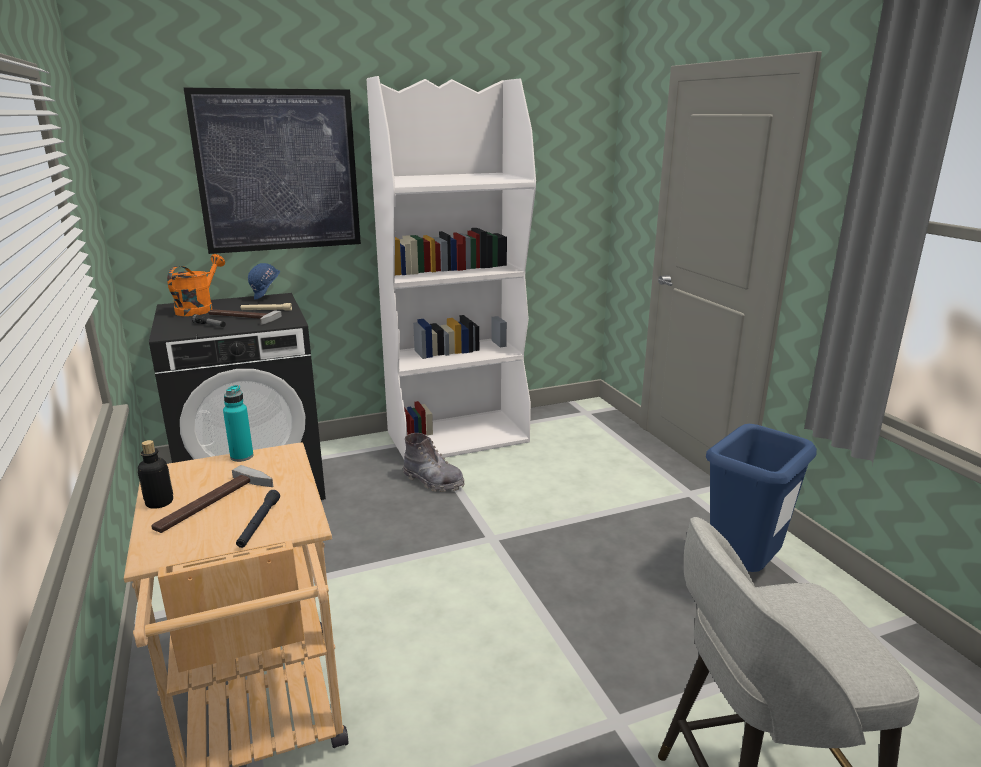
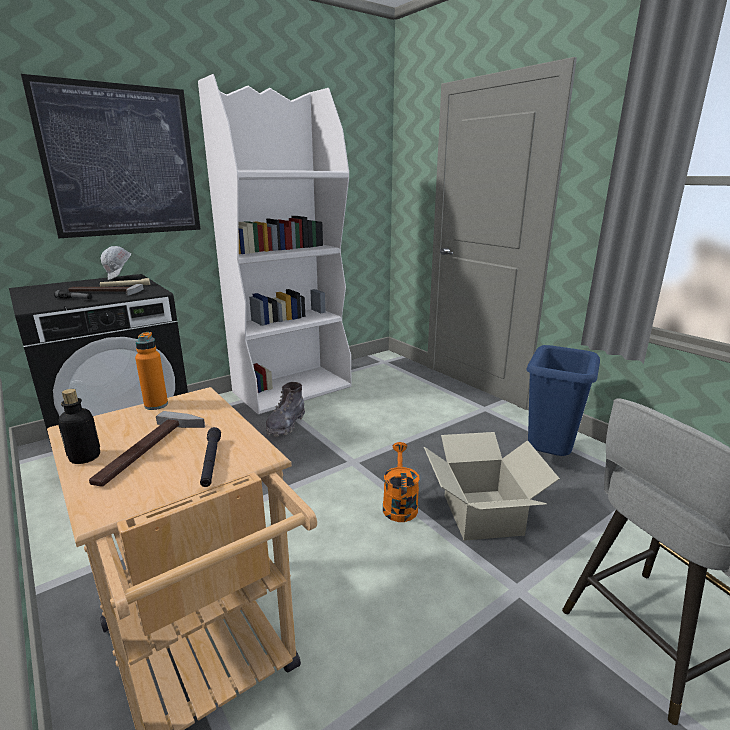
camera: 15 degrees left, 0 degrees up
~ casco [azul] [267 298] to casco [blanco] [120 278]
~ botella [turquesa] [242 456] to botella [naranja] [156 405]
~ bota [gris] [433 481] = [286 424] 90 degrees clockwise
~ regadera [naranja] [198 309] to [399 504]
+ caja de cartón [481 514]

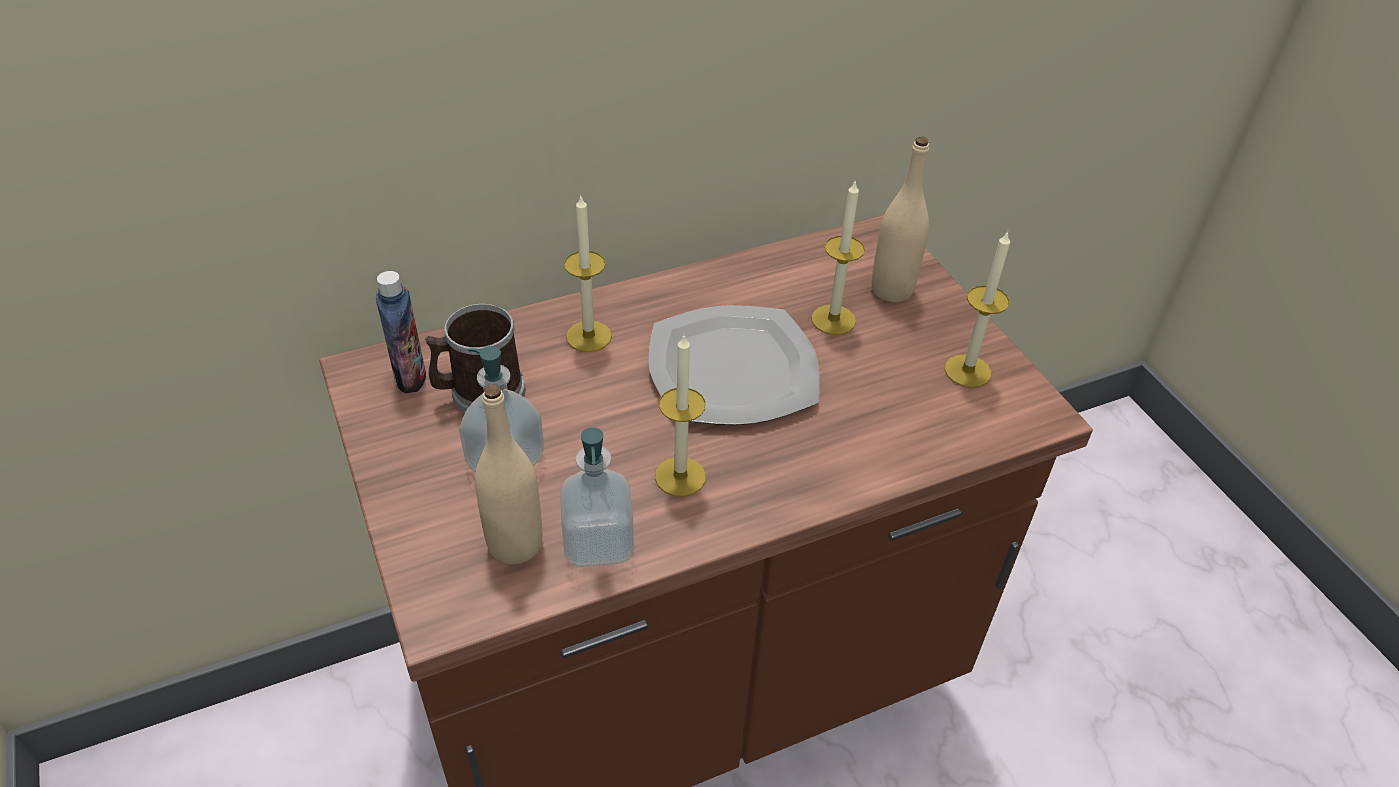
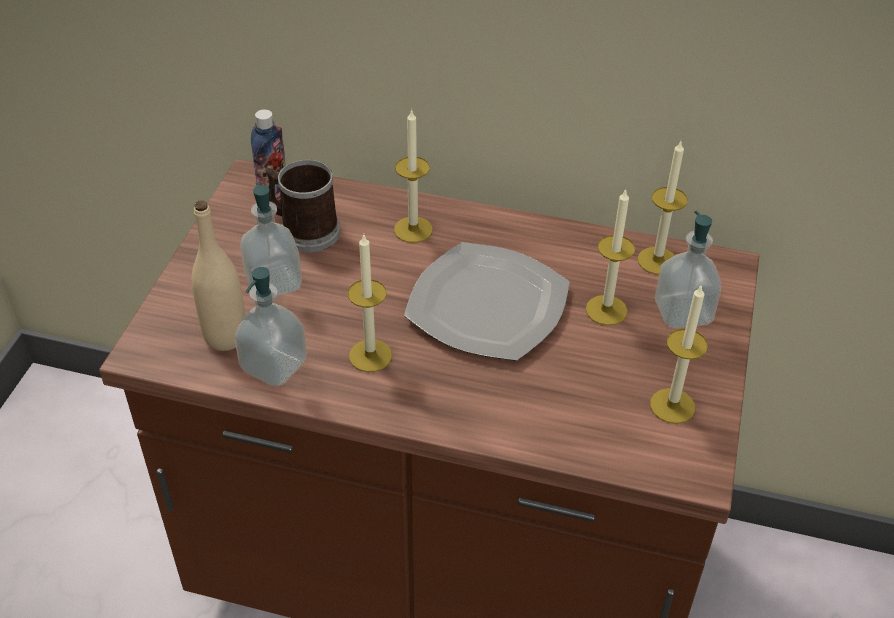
camera: 40 degrees right, 0 degrees up
+ vela [657 261]
~ botella [beis] [892 290] to dispensador de jabón [682 312]

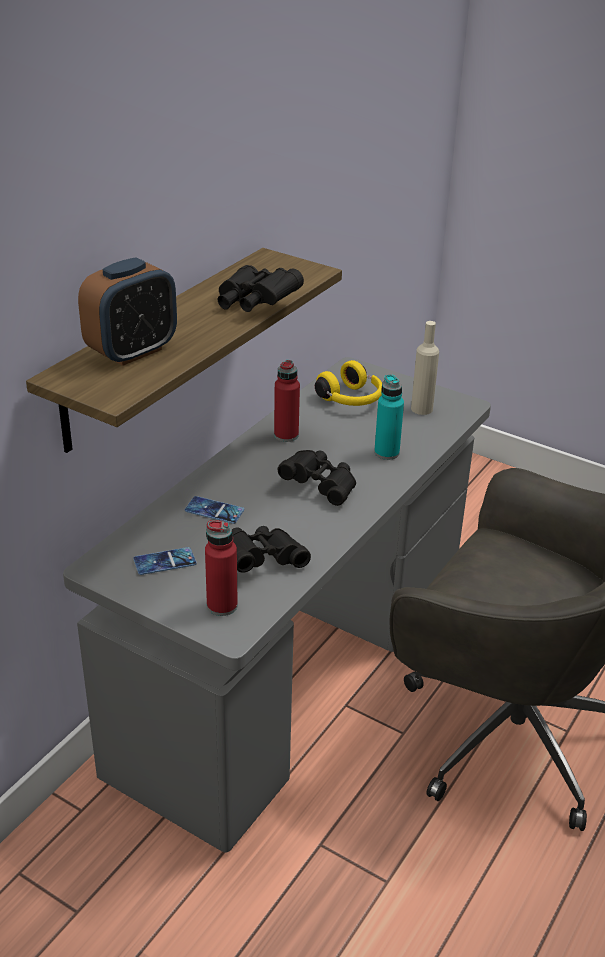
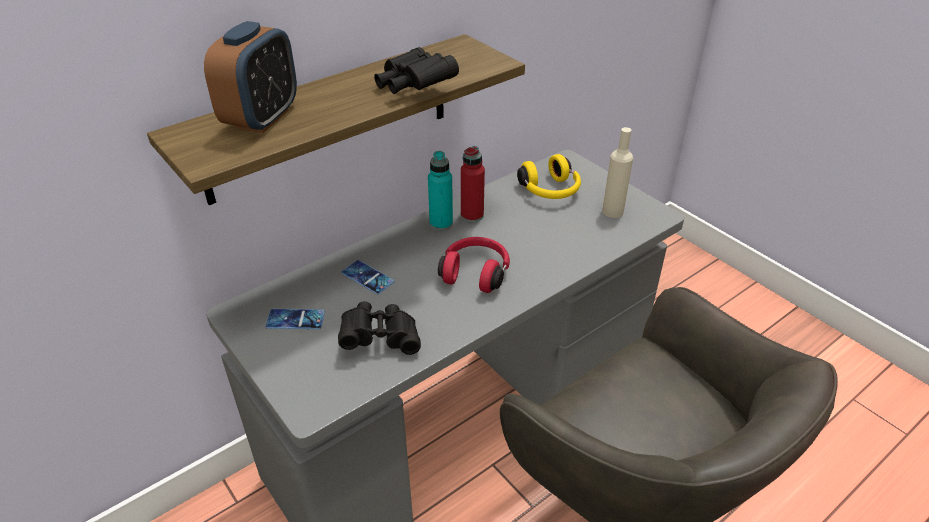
camera: 20 degrees right, 5 degrees up
~ despertador [132 352] = [262 119] 45 degrees counterclockwise
~ botella [turquesa] [386 453] to [441 223]
~ prismáticos [negro] [320 486] to auriculares [rojo] [476 273]
- botella [rojo] [222 606]

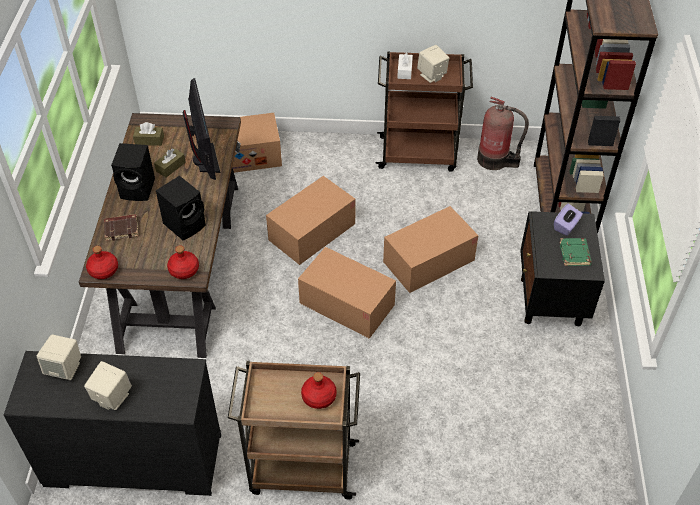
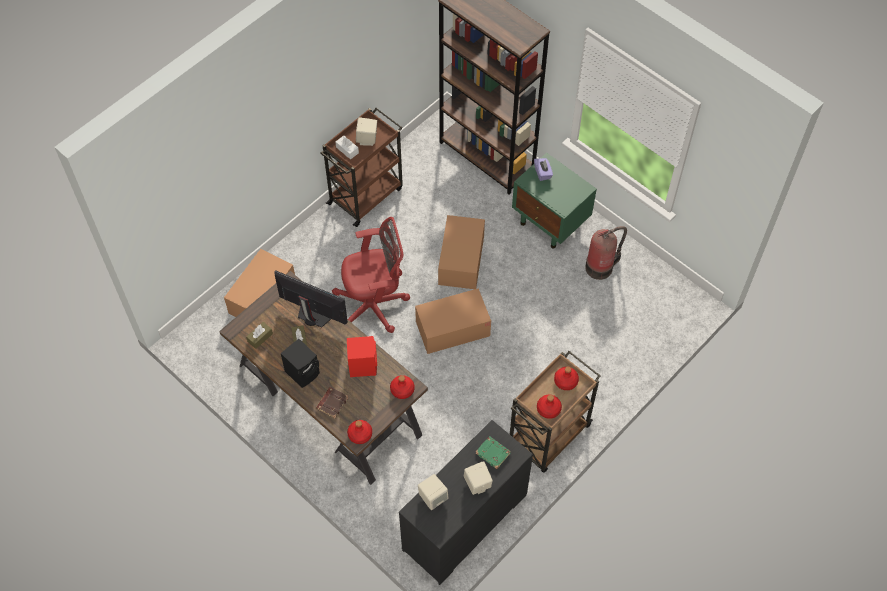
camera: 50 degrees left, 10 degrees up
~ caja de cartón [312 232] to silla de oficina [rojo] [374 305]
~ altavoz [negro] [186 224] to altavoz [rojo] [363 365]
~ libro [verde] [575 254] to [493 453]
~ mesita de noche [negro] [550 302] to mesita de noche [verde] [551 224]
+ botella [rojo] [548 409]
~ extintor [495 160] to [601 267]

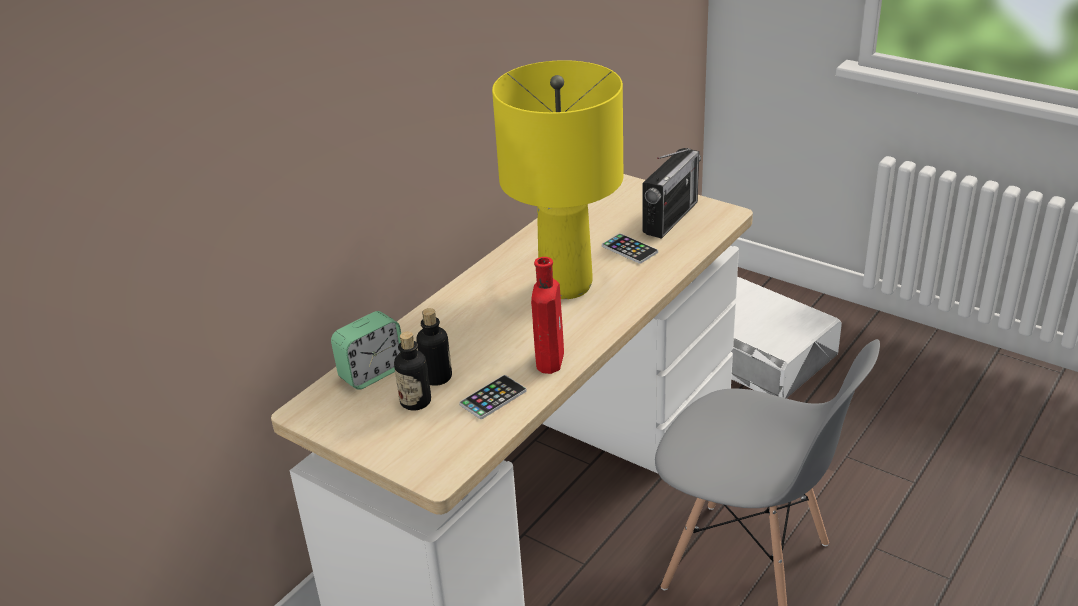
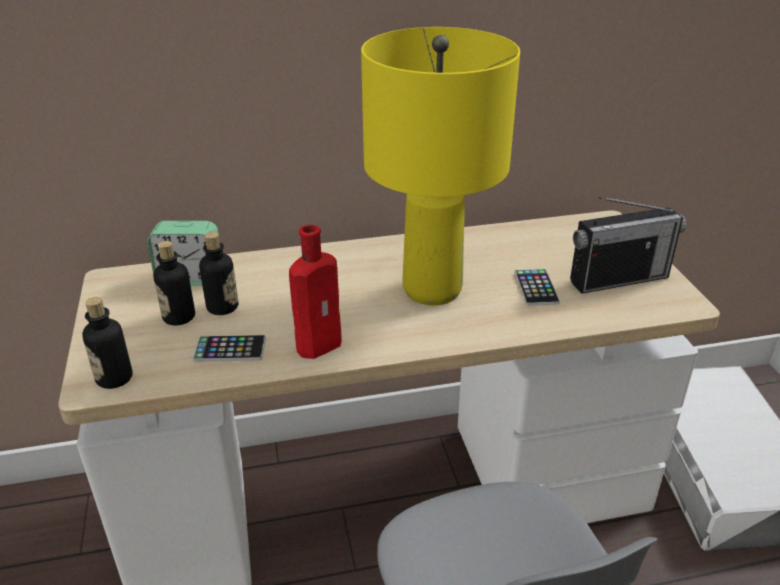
camera: 40 degrees right, 0 degrees up
+ botella [114 378]

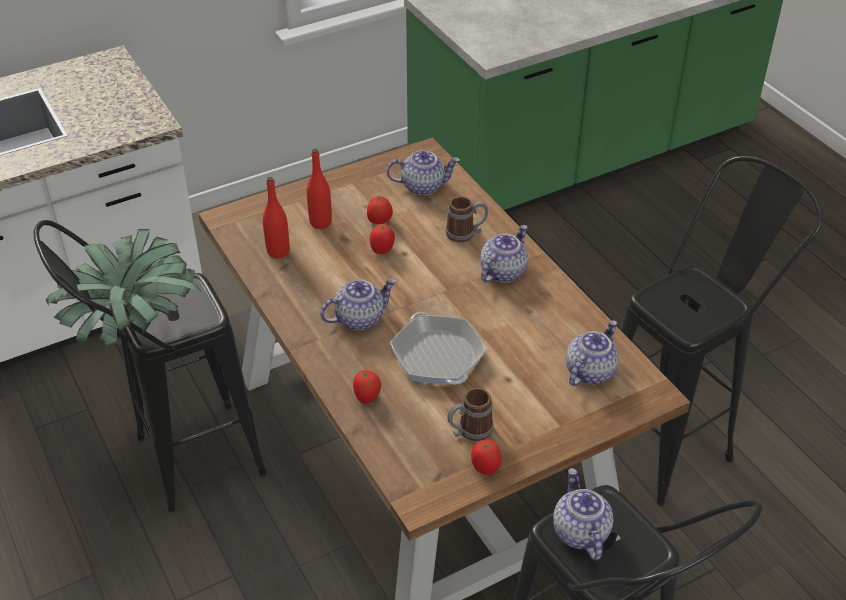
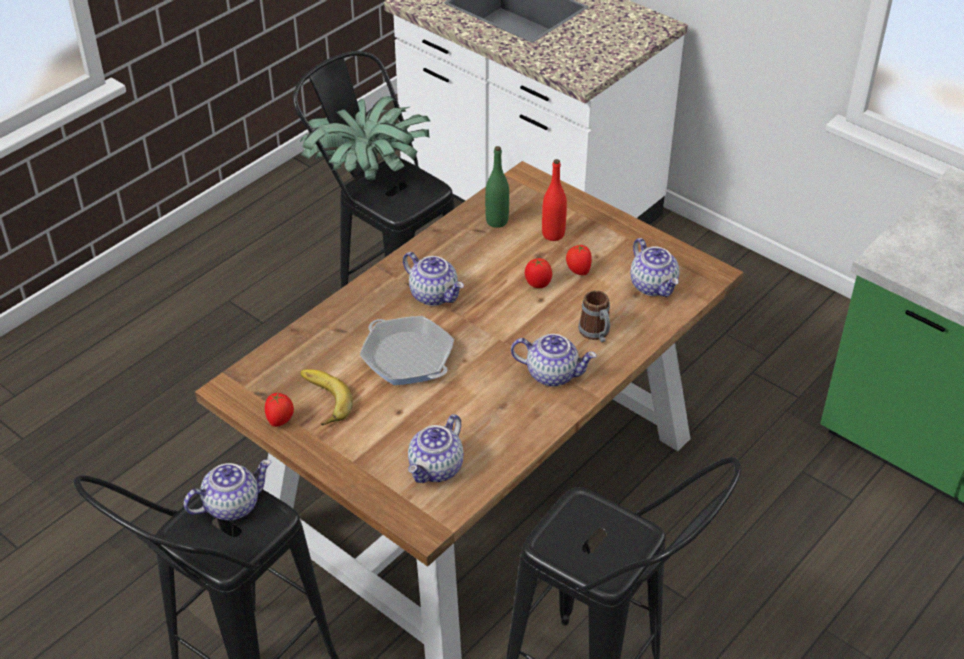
camera: 70 degrees right, 0 degrees up
~ taza grande [469 431] to plátano [321 401]
~ sartén [437 356] = [407 357] 90 degrees counterclockwise
~ tetera [590 371] = [436 469] 105 degrees clockwise
~ botella [rojo] [278 251] to botella [verde] [497 221]
- tomate [367 398]

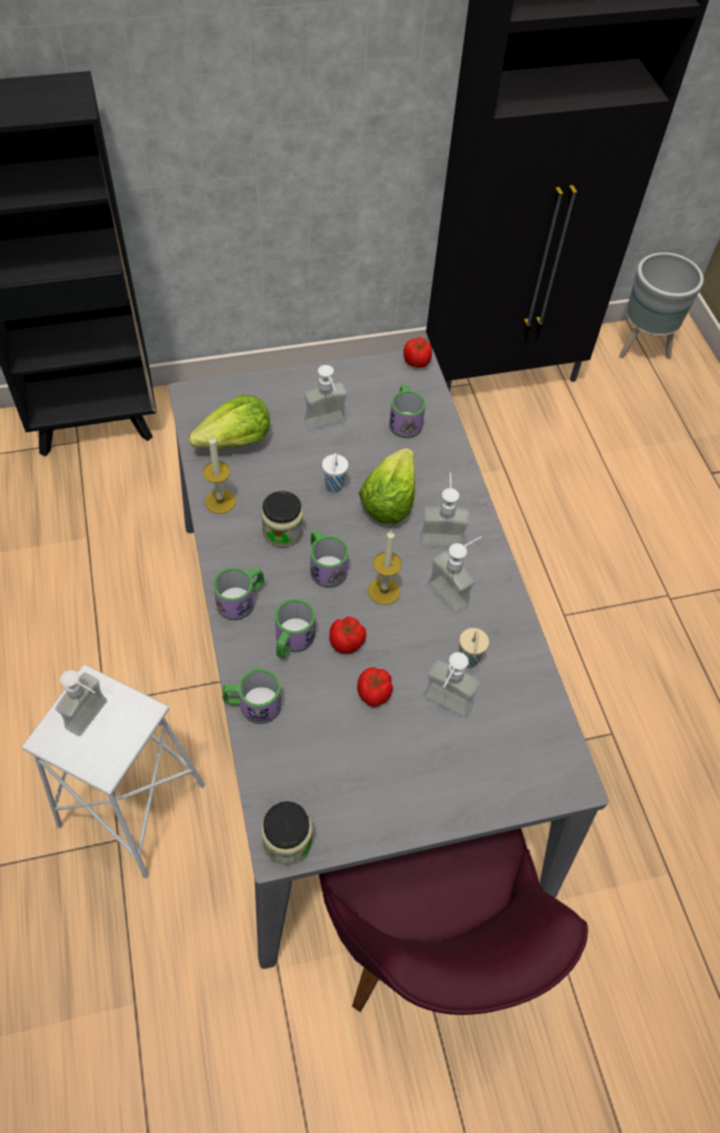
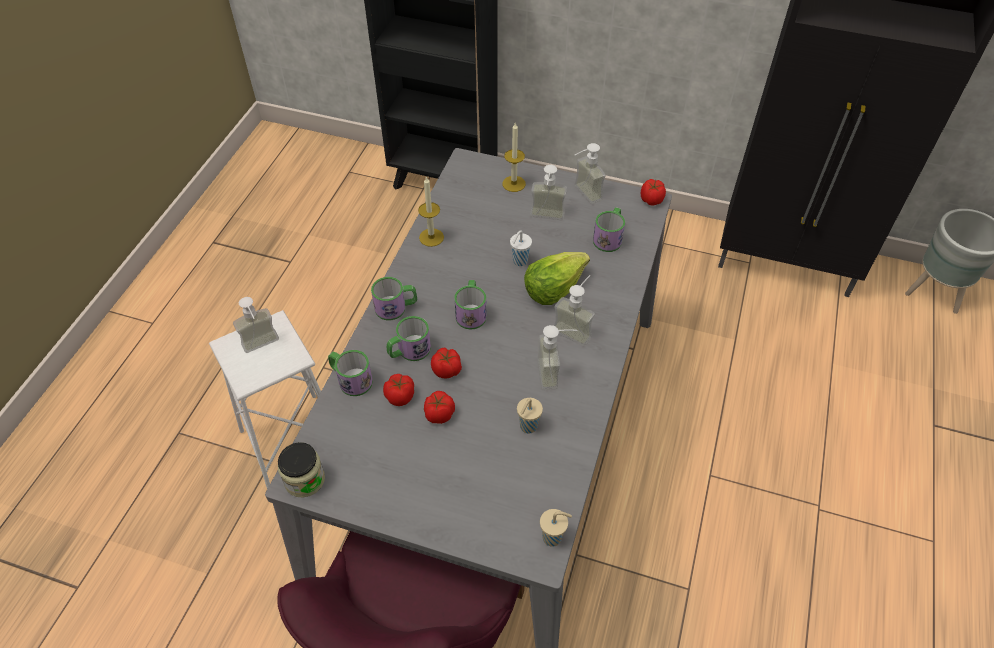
camera: 35 degrees right, 5 degrees down
+ tomate [401 396]
~ vela [384 591] to [514 184]
+ taza [beis] [553 537]
~ dispensador de jabón [443 708] to [582 195]
- lechuga [235 442]
- tarro [283 531]

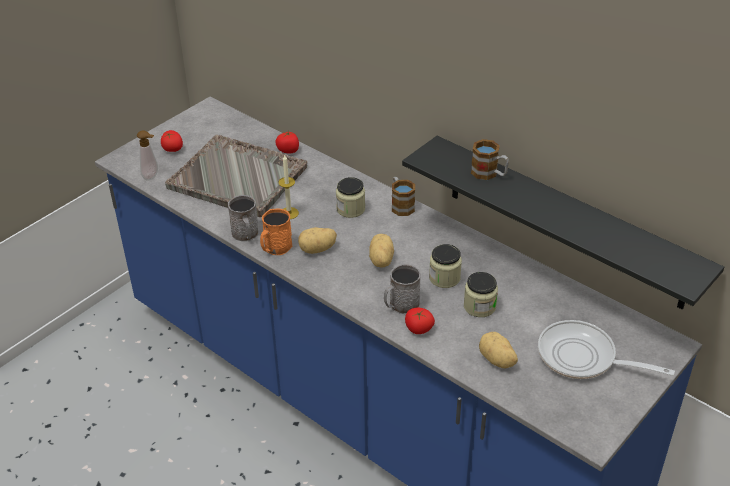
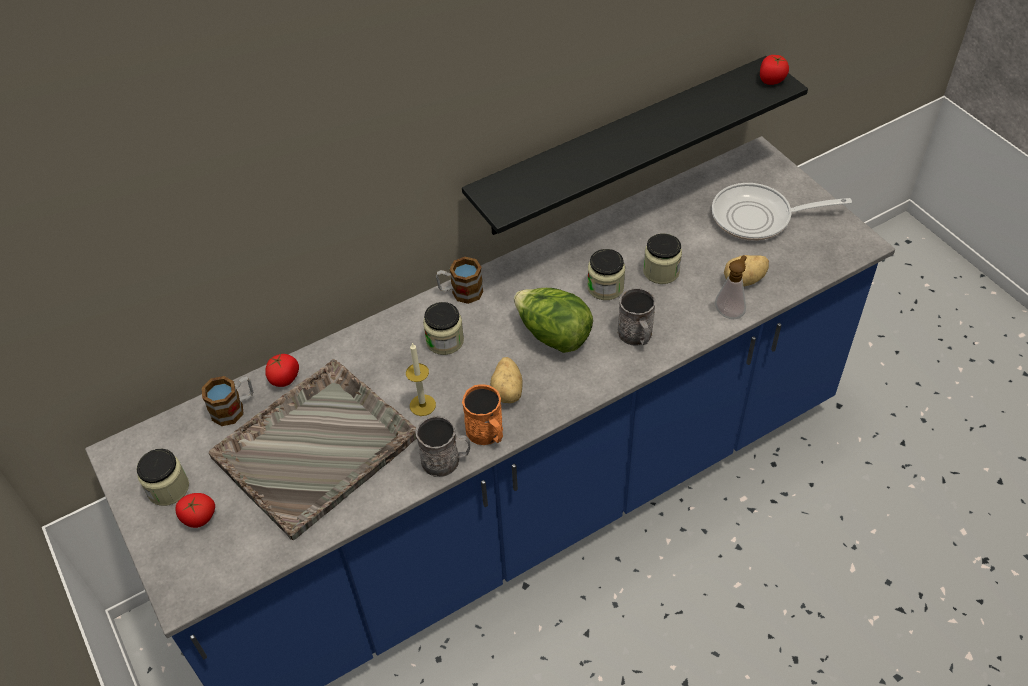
camera: 70 degrees left, 10 degrees up
+ tarro [168 488]
~ taza grande [489 174] to [234 408]
~ patata [380 260] to lechuga [553 335]
~ sartén [583 358] = [758 218] 45 degrees clockwise
~ dispensador de jabón [152 177] to [730 312]
~ tomate [418 329] to [771 80]

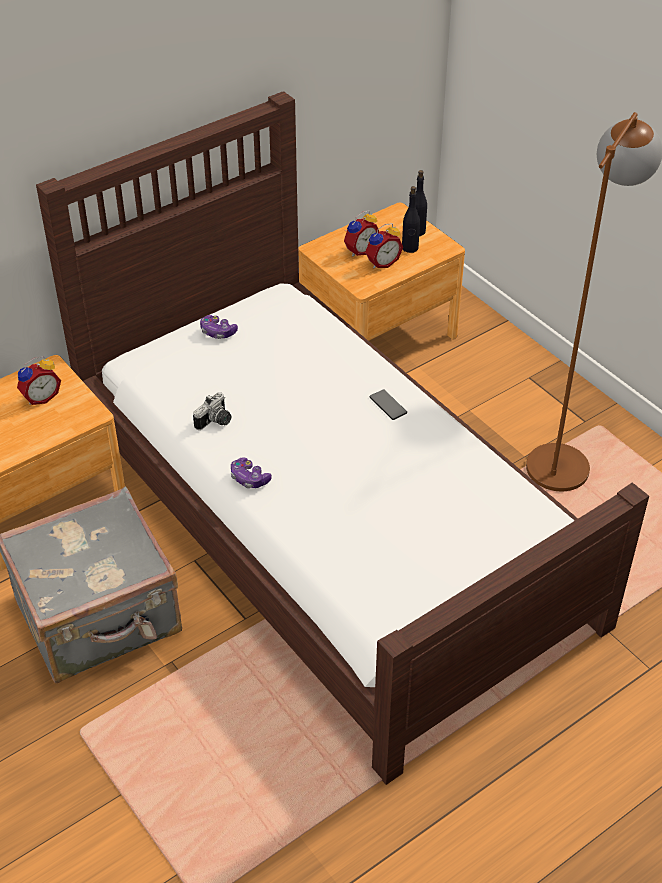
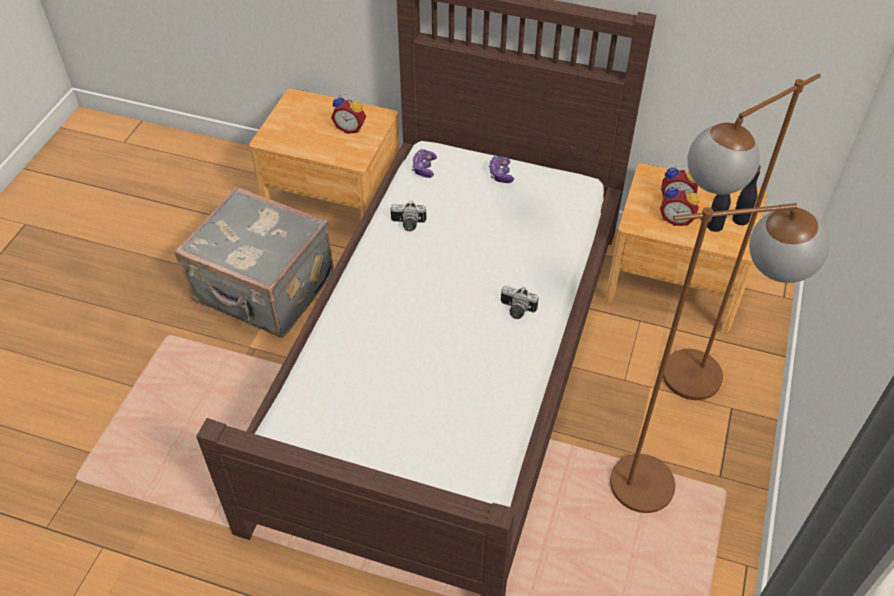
camera: 55 degrees right, 5 degrees up
~ mando de consola [249 479] to [424 168]
~ móvil [388 405] to cámara [516 310]
+ lámpara de pie [marrón] [676 386]

